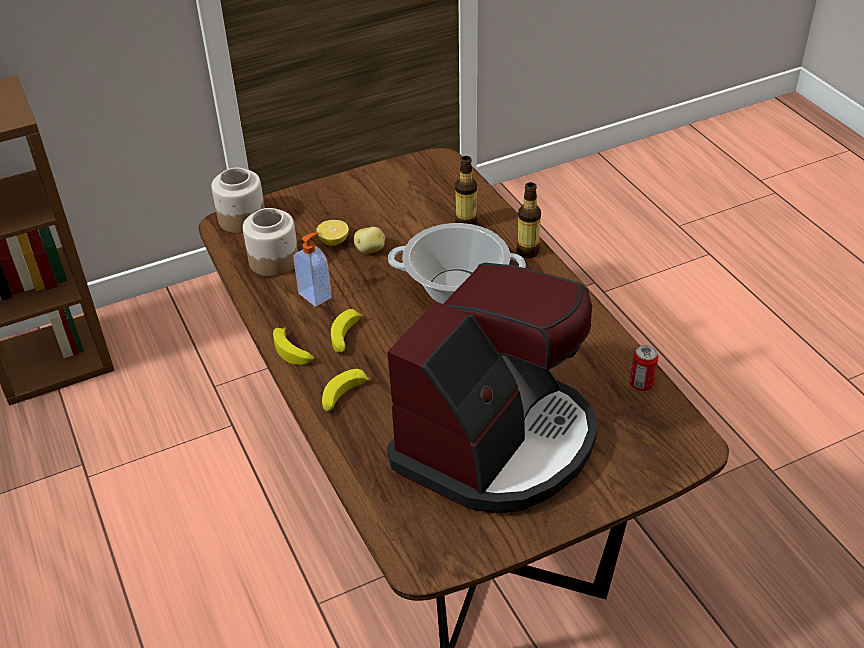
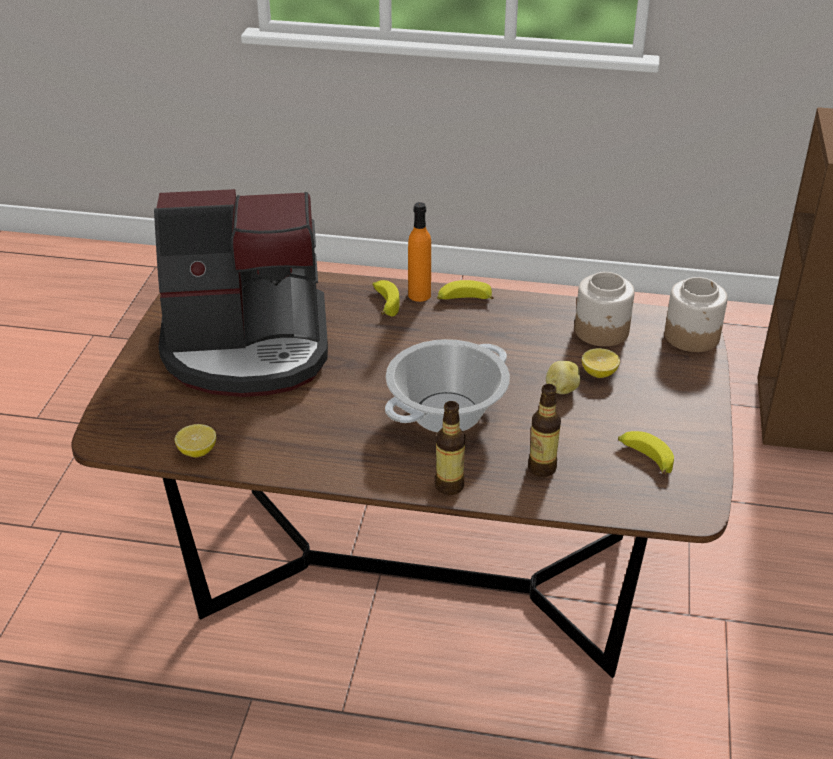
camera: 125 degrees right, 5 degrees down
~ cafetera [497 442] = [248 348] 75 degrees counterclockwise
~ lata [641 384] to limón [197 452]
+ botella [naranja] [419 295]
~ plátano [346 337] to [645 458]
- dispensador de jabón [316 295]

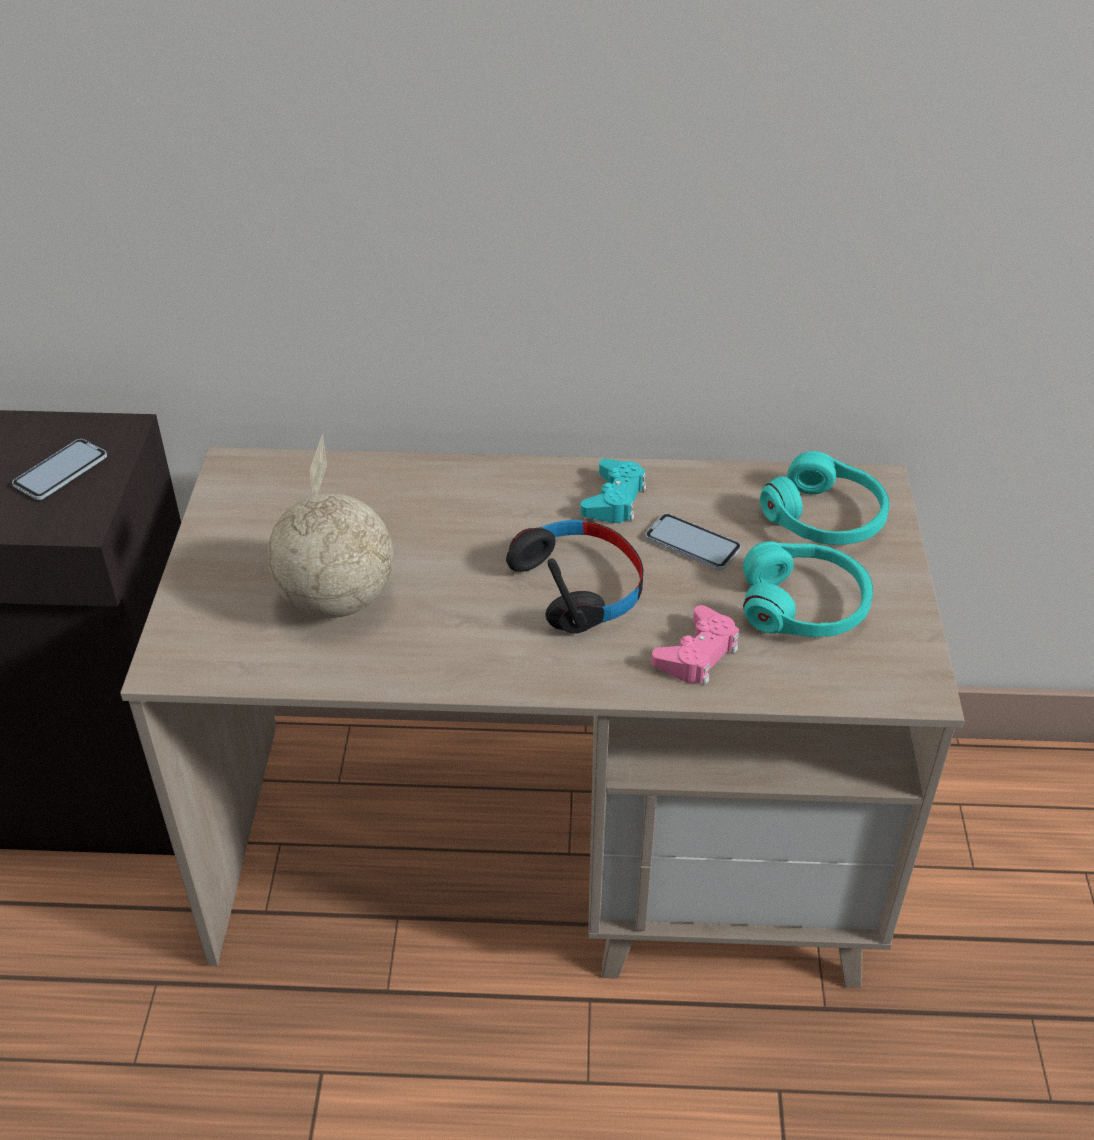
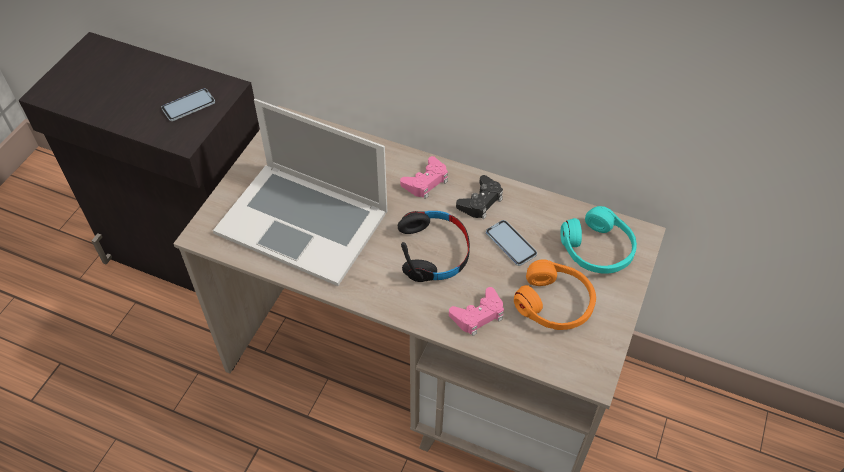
camera: 20 degrees right, 10 degrees up
~ globo terráqueo [338 599] to portátil [303 221]
+ mando de consola [rosa] [426 182]
~ mando de consola [turquesa] [614 499] to mando de consola [negro] [480 201]
~ auriculares [turquesa] [804 605] to auriculares [naranja] [554 303]

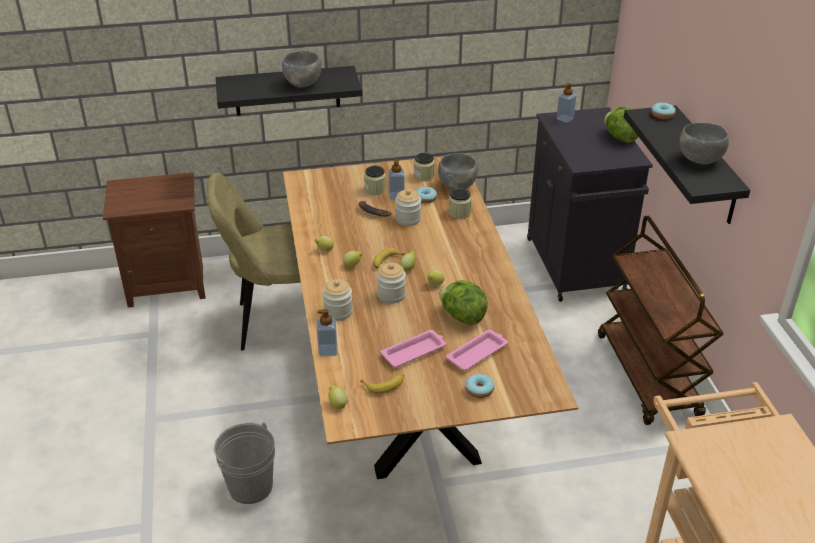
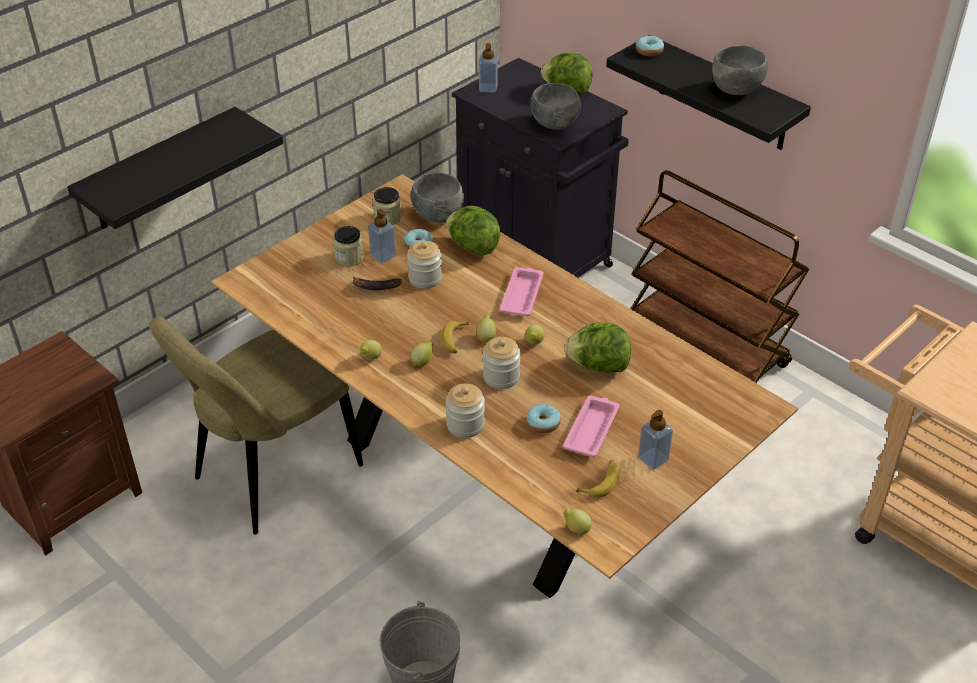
camera: 35 degrees left, 5 degrees up
~ tarro [459 213] to lechuga [473 247]
~ bandeja [rosa] [478 353] to [522 295]
~ rosquilla [479 390] to [543 423]
~ cuenco [gris] [303 84] to [554 124]
~ dispensador de jabón [328 350] to [653 459]

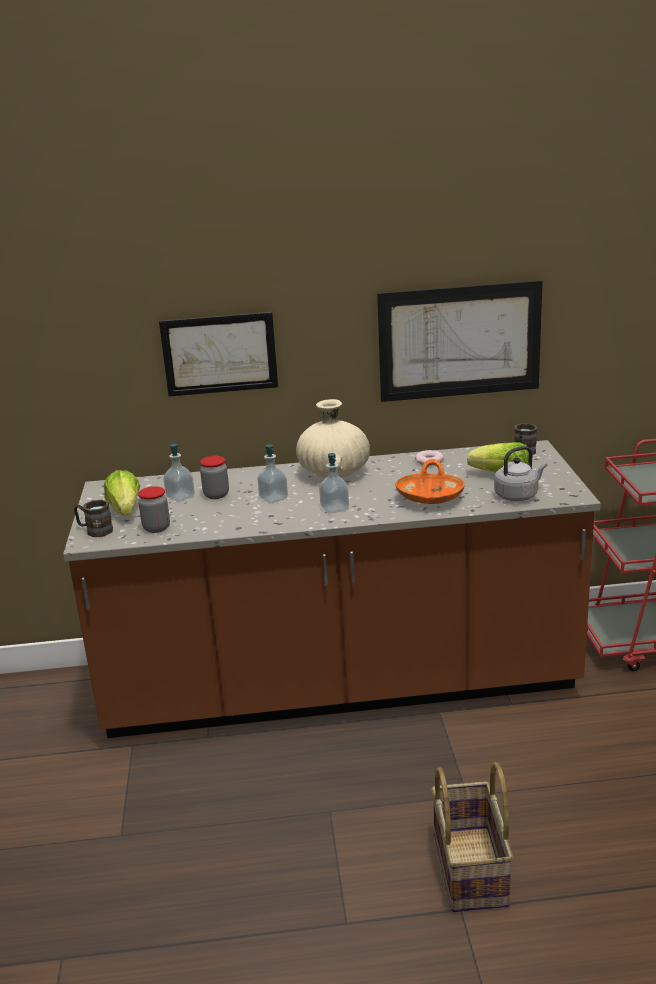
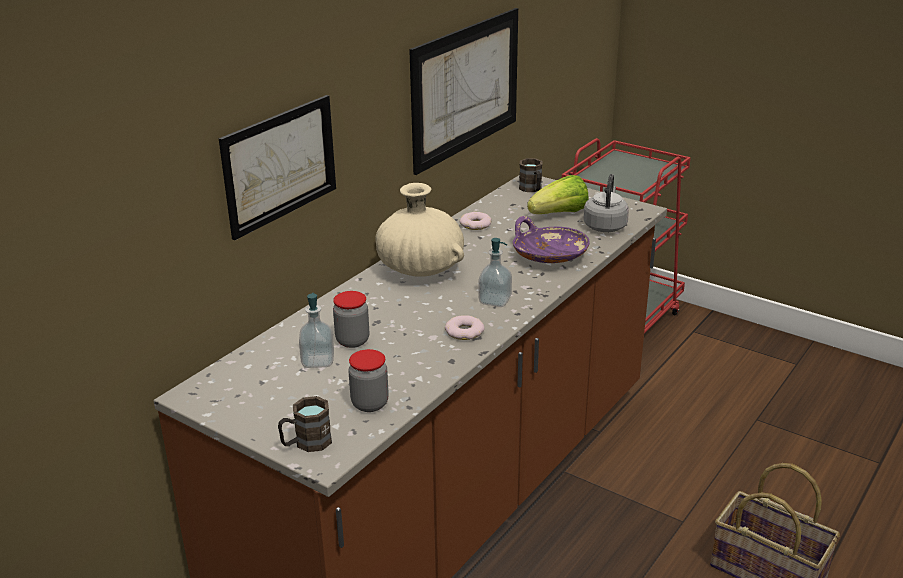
camera: 50 degrees left, 5 degrees up
+ rosquilla [464 332]
~ cuenco [naranja] [430 498] to cuenco [morado] [548 256]
- lechuga [125 510]
- dispensador de jabón [273 498]

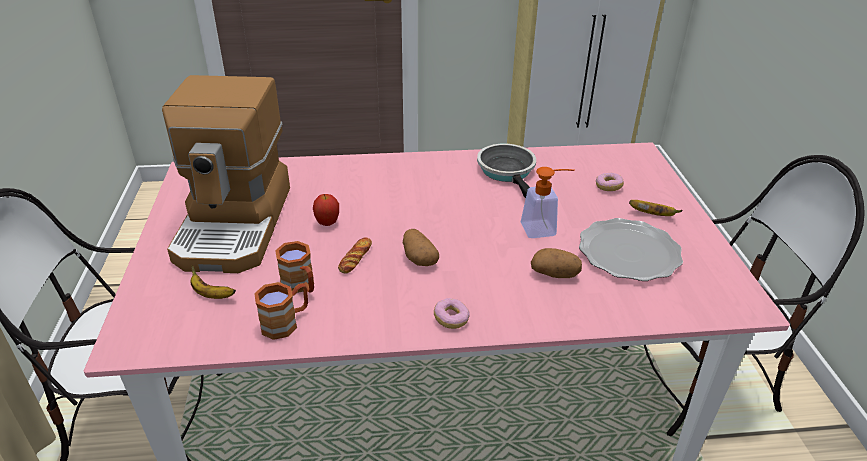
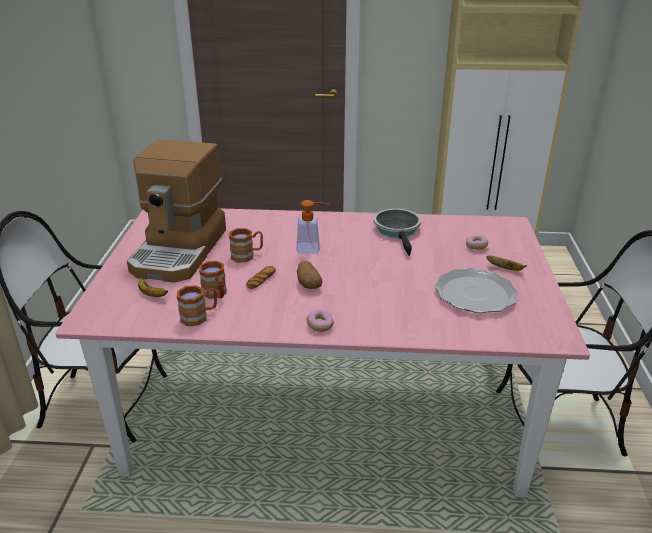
camera: 10 degrees right, 5 degrees down
~ manzana [327 223] to taza grande [marrón] [247 255]
~ dispensador de jabón [544 229] to [313 249]
- patata [555 274]

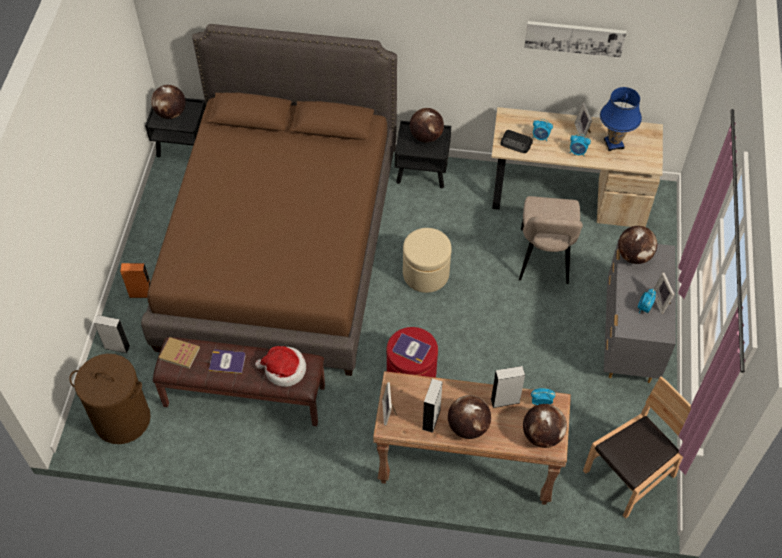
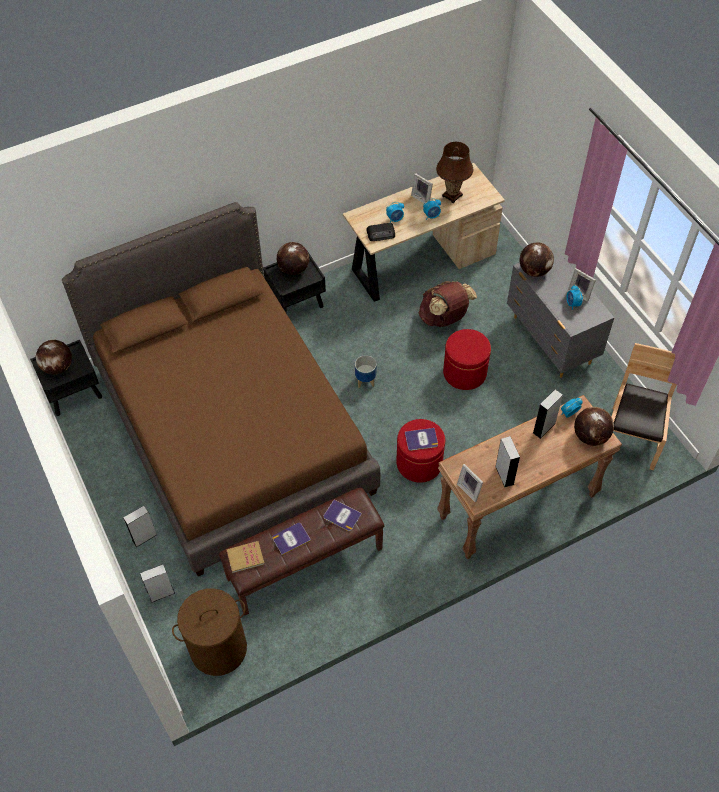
camera: 35 degrees left, 0 degrees up
~ altavoz [naranja] [141 294] to altavoz [gris] [144 537]
~ sombrero [284 370] to libro [342 516]
~ puf [beis] [426 274] to maceta [366 380]
~ silla [beis] [544 259] to mochila [marrón] [444 318]
~ lámpara de mesa [azul] [614 144] to lámpara de mesa [marrón] [452 196]
+ puf [rojo] [464 373]
- globo terráqueo [467 426]
- cuadro [574 37]

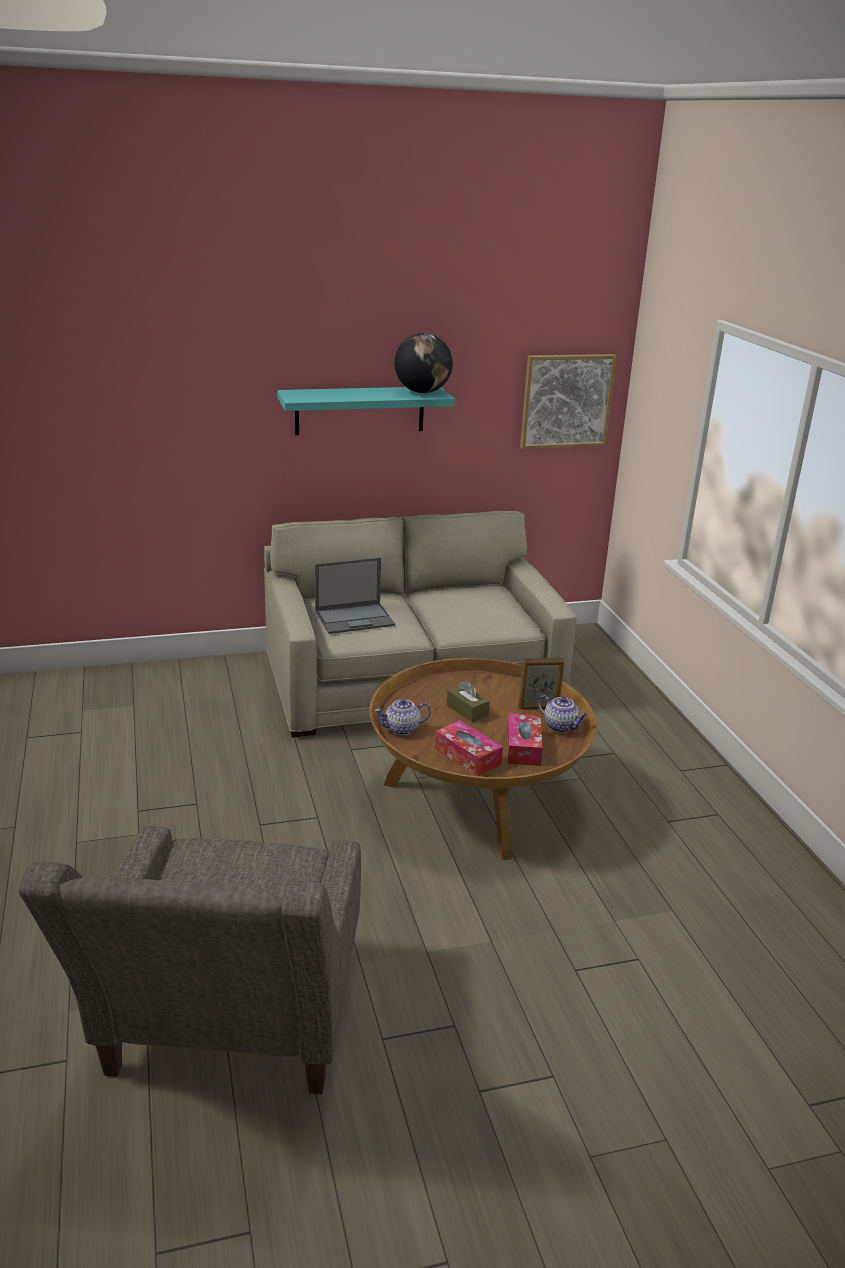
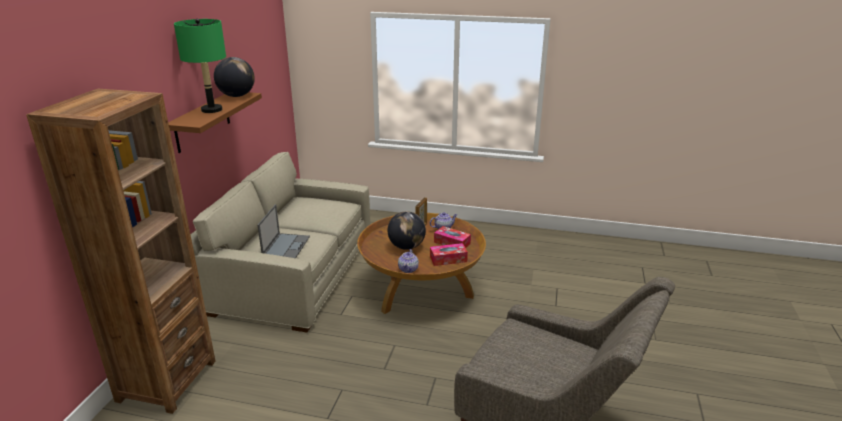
camera: 60 degrees left, 0 degrees up
+ estantería [marrón] [167 380]
~ estante [turquesa] [360 410] to estante [marrón] [202 121]
+ lámpara de mesa [verde] [212 110]
~ caja de pañuelos [marrón] [467 710] to globo terráqueo [406 246]
- cuadro [566 401]

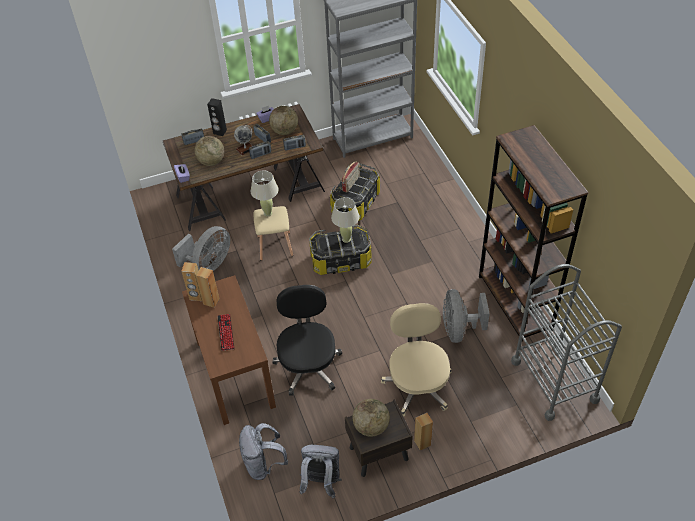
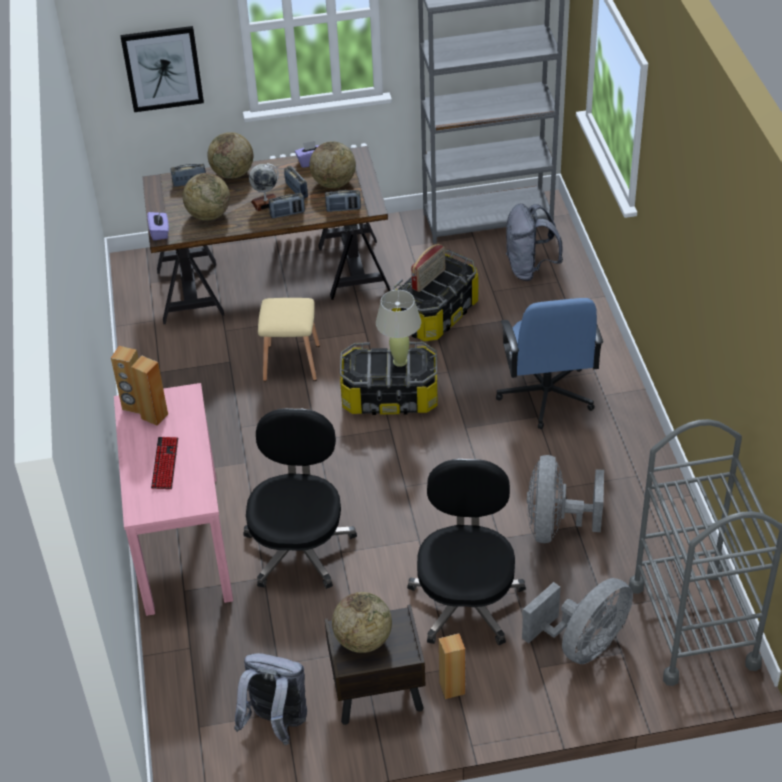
camera: 10 degrees right, 5 degrees down
~ mesa consola [marrón] [234 372] to mesa consola [rosa] [181 541]
+ cuadro [162 68]
~ altavoz [negro] [220 132] to globo terráqueo [233 173]
~ silla de oficina [beis] [417 385] to silla de oficina [negro] [466 600]
+ silla de oficina [azul] [546 395]
~ mochila [gris] [264 464] to [529 269]
~ ventilador [gris] [209 264] to [583 644]
- lámpara de mesa [beis] [268 213]
- estantería [marrón] [515 303]

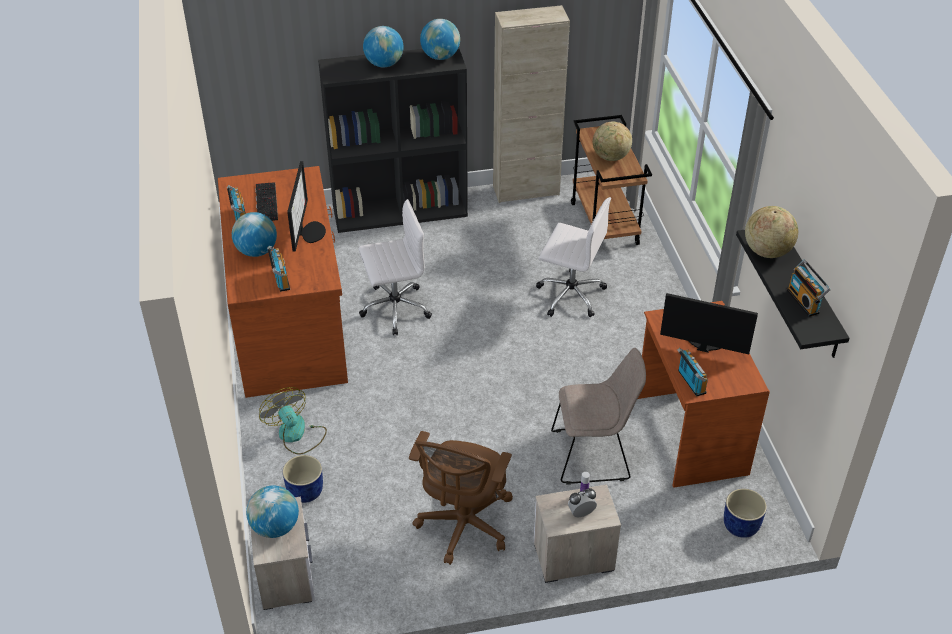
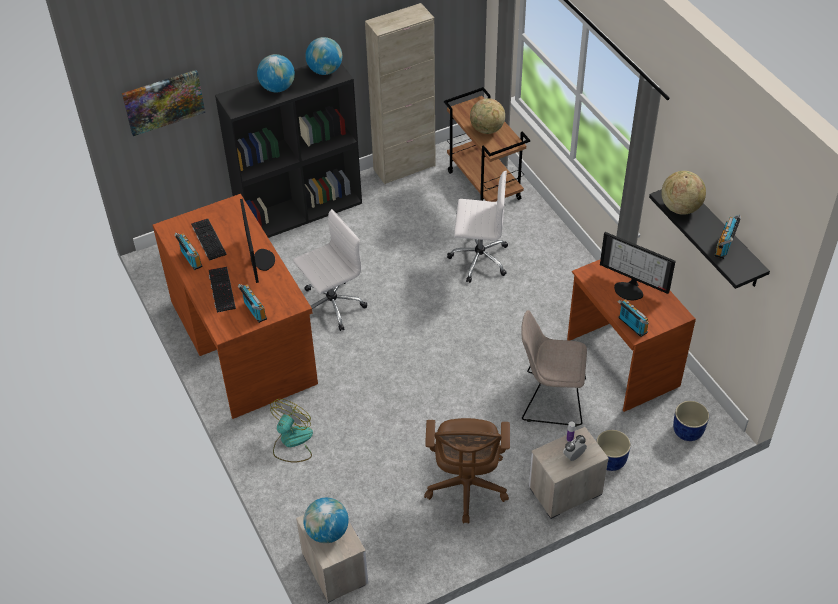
camera: 15 degrees left, 5 degrees up
+ cuadro [163 101]
~ globo terráqueo [256 251] to teclado [221 289]
~ ventilador [296 435] = [292 442] 75 degrees clockwise
~ silla [beis] [593 454] = [550 399] 150 degrees counterclockwise
~ maceta [azul] [306 491] to [611 460]
~ monitor [704 344] = [630 289] 150 degrees counterclockwise
~ radio [804 301] = [725 246] 60 degrees clockwise

